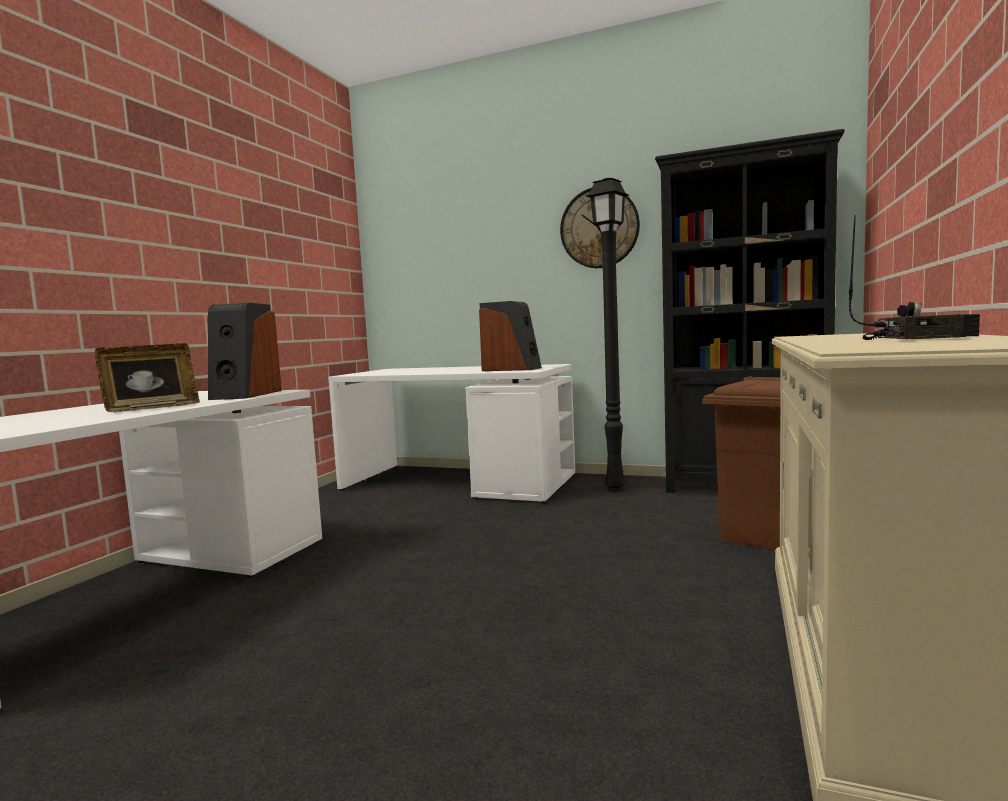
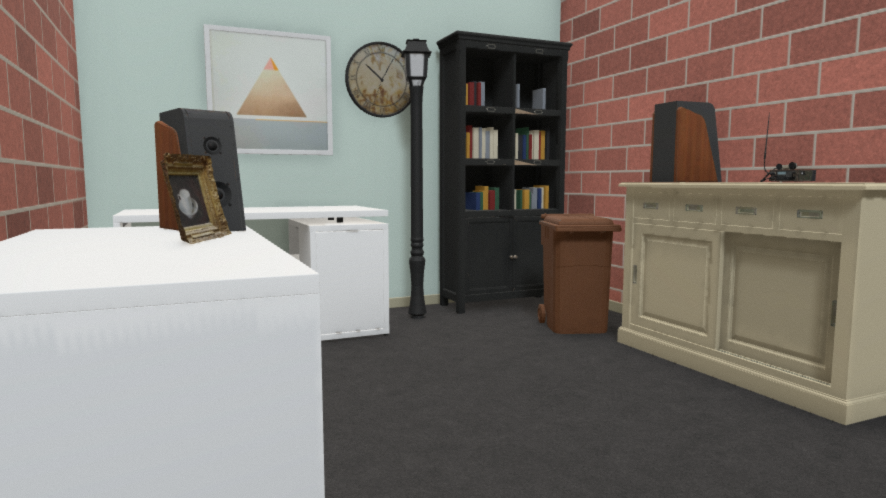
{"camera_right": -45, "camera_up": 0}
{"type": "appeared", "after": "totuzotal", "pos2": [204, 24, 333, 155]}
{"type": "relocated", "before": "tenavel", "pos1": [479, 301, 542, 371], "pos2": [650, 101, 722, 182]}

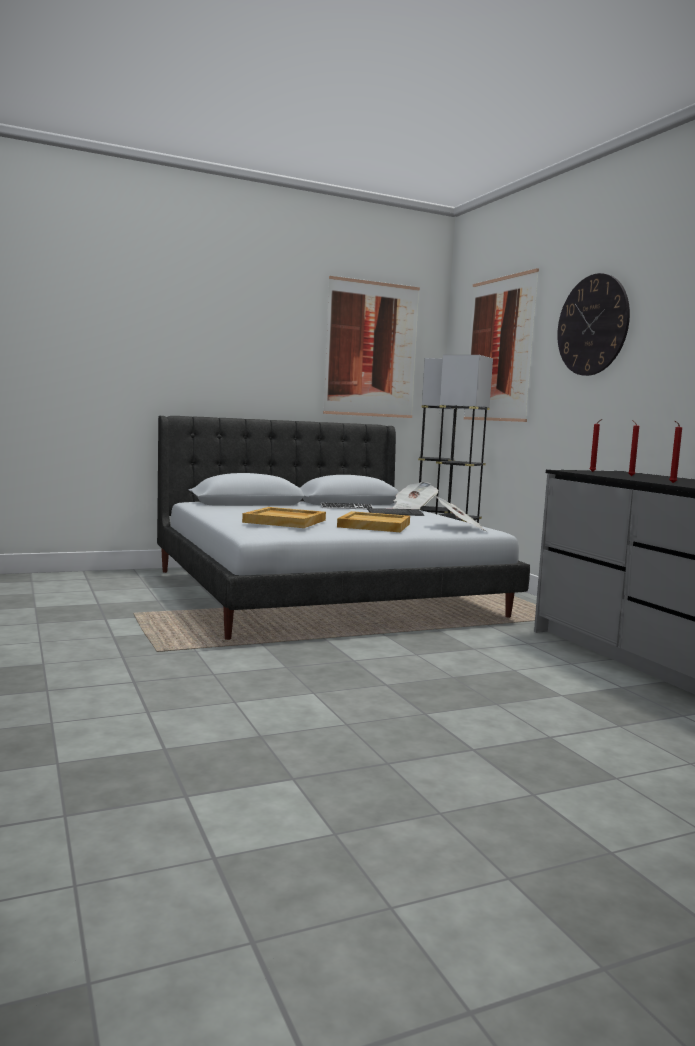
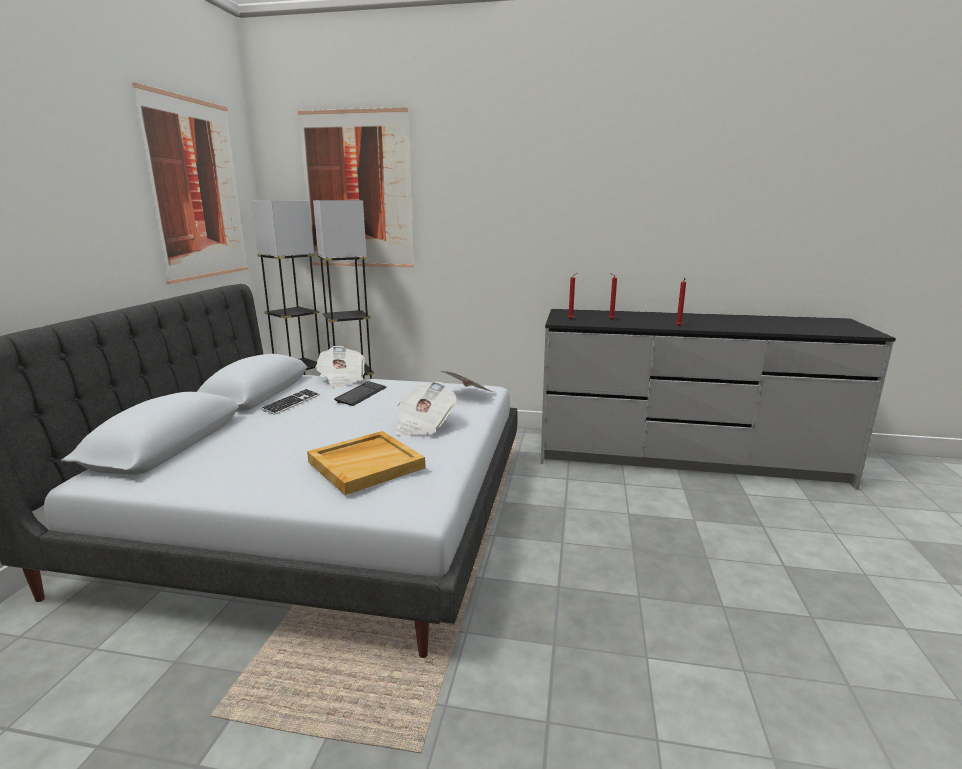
{"camera_right": -55, "camera_up": 10}
{"type": "exchanged", "before": "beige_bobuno", "after": "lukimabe", "pos1": [337, 511, 410, 532], "pos2": [395, 381, 457, 436]}
{"type": "missing", "before": "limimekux", "pos1": [557, 273, 630, 376]}

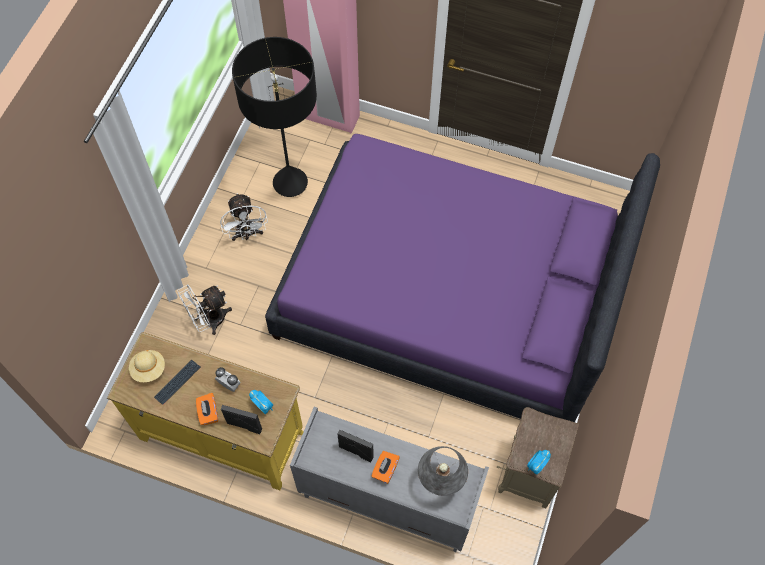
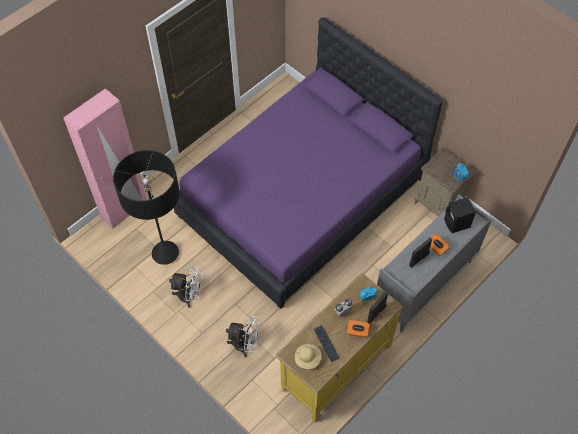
{"camera_right": -65, "camera_up": -5}
{"type": "spun", "before": "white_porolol", "pos1": [178, 284, 232, 335], "pos2": [226, 315, 260, 357], "turn": -75}
{"type": "exchanged", "before": "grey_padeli", "after": "black_tenavel", "pos1": [418, 446, 468, 496], "pos2": [444, 197, 476, 233]}

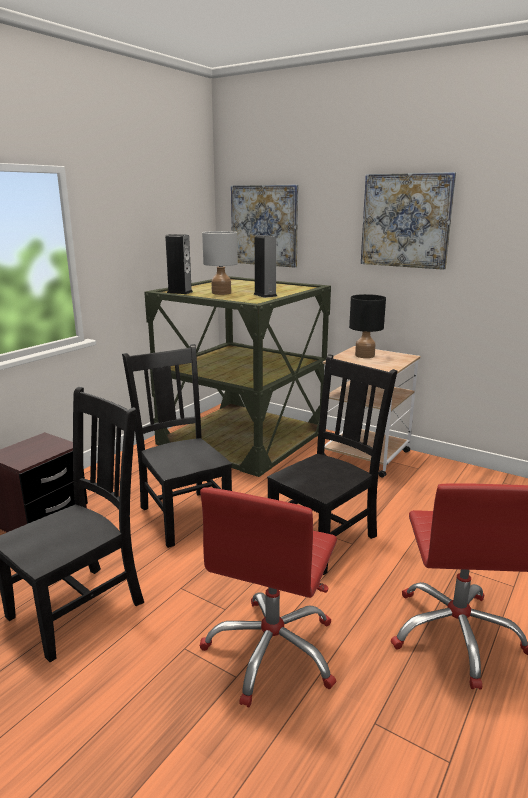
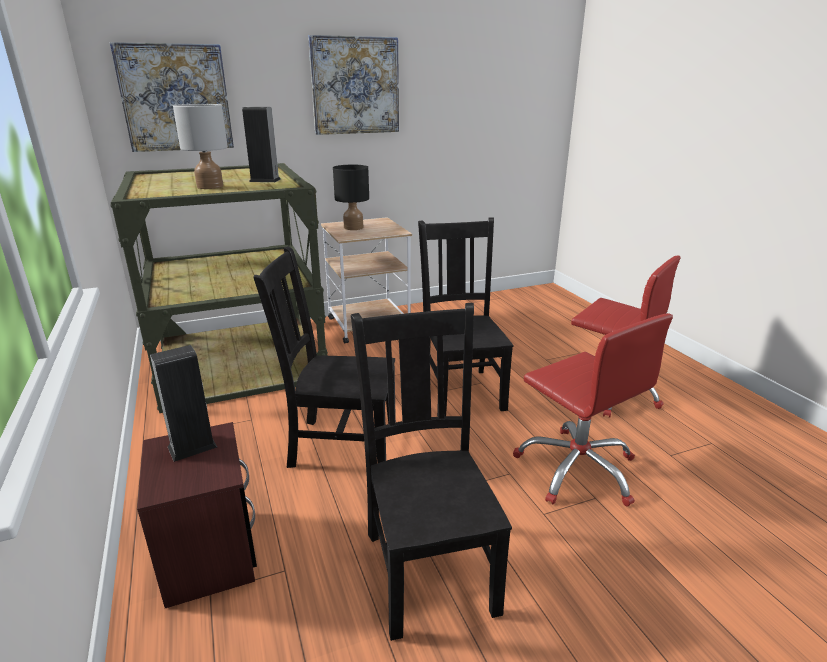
{"camera_right": -55, "camera_up": 5}
{"type": "relocated", "before": "tenavel", "pos1": [165, 234, 193, 294], "pos2": [150, 345, 217, 462]}

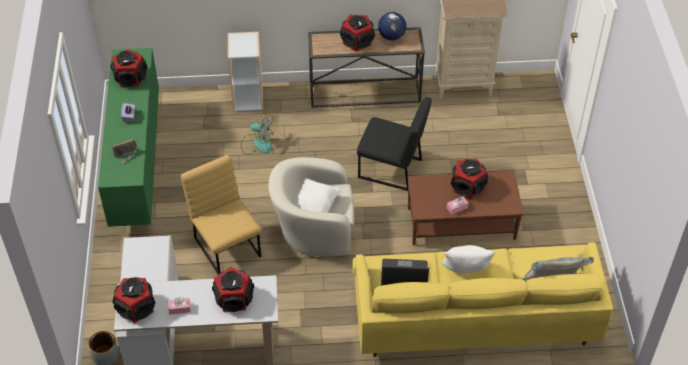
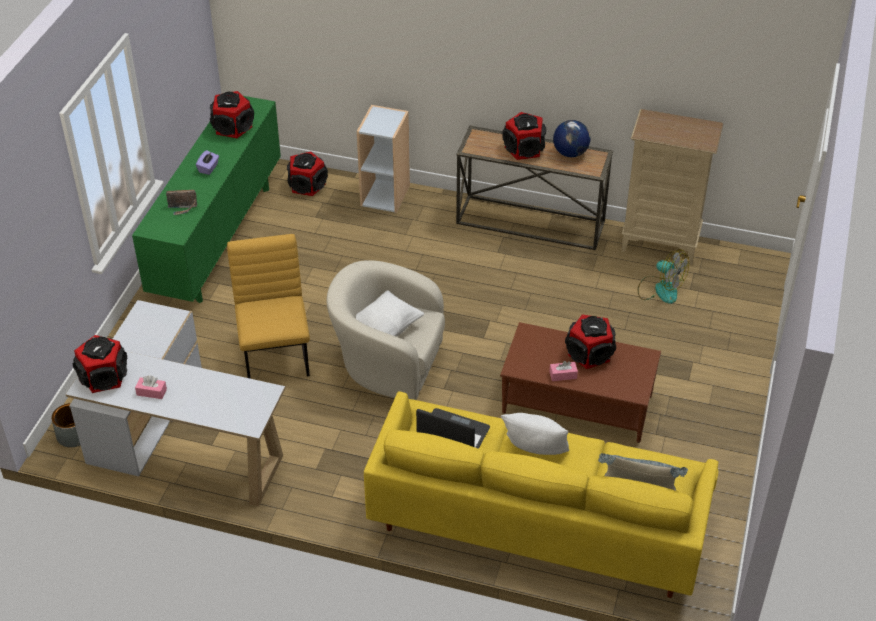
{"camera_right": 20, "camera_up": -5}
{"type": "relocated", "before": "tenavel", "pos1": [212, 267, 254, 312], "pos2": [287, 151, 328, 196]}
{"type": "relocated", "before": "porolol", "pos1": [241, 112, 274, 155], "pos2": [638, 250, 689, 304]}
{"type": "missing", "before": "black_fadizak", "pos1": [357, 97, 432, 191]}

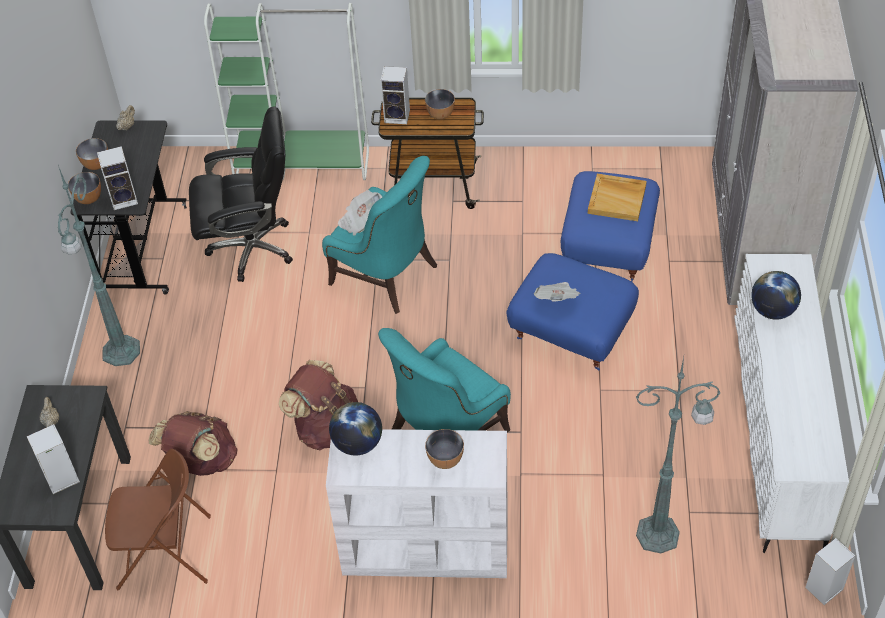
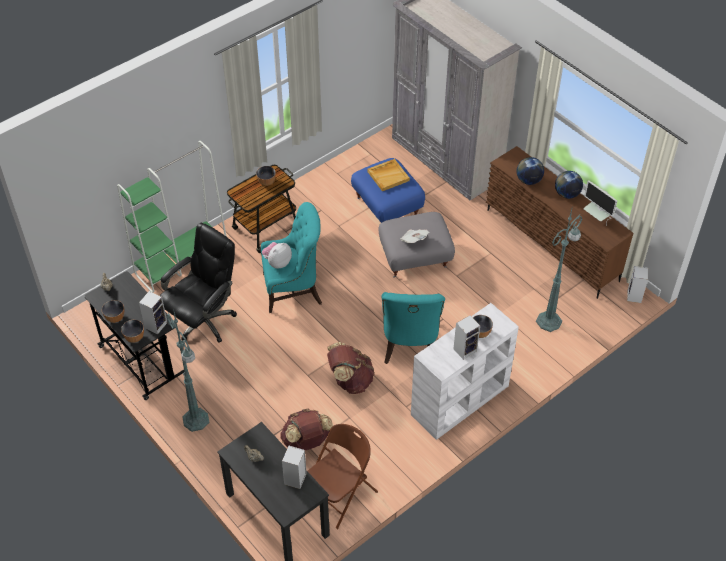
{"camera_right": -45, "camera_up": 0}
{"type": "exchanged", "before": "lukimabe", "after": "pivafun", "pos1": [338, 190, 382, 236], "pos2": [262, 242, 292, 269]}
{"type": "colour", "before": "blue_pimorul", "after": "grey_pimorul", "pos1": [507, 253, 639, 371], "pos2": [378, 212, 455, 278]}
{"type": "relocated", "before": "tenavel", "pos1": [380, 66, 410, 124], "pos2": [454, 315, 480, 360]}
{"type": "colour", "before": "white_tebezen", "after": "brown_tebezen", "pos1": [734, 254, 849, 553], "pos2": [486, 146, 634, 299]}
{"type": "relocated", "before": "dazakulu", "pos1": [329, 402, 382, 455], "pos2": [555, 171, 583, 199]}
{"type": "appeared", "after": "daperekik", "pos2": [583, 180, 617, 226]}

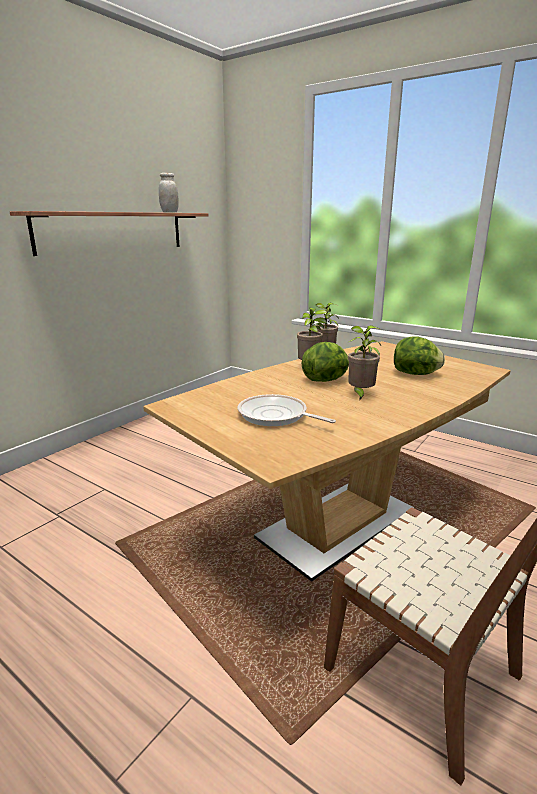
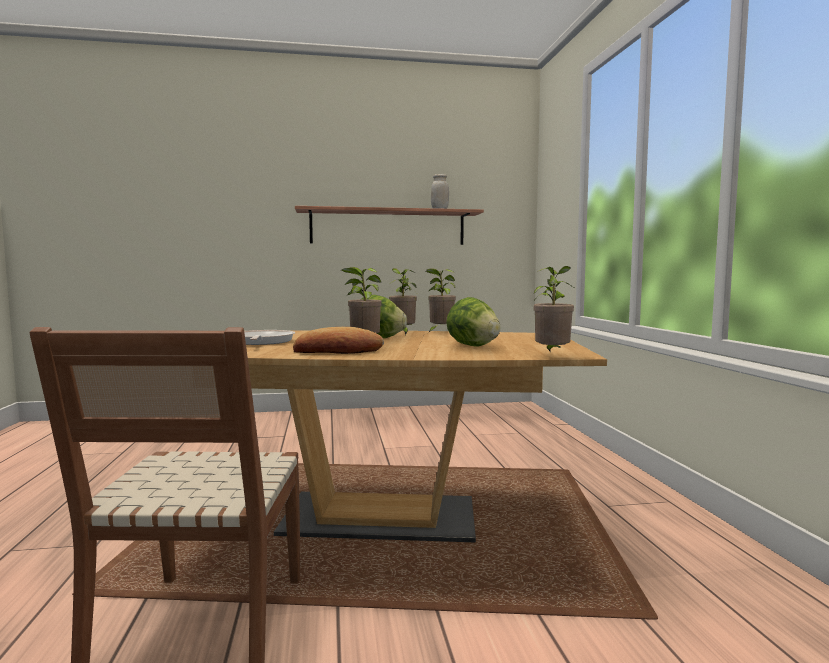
{"camera_right": 45, "camera_up": -15}
{"type": "appeared", "after": "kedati", "pos2": [293, 327, 384, 354]}
{"type": "appeared", "after": "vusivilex", "pos2": [534, 266, 574, 353]}

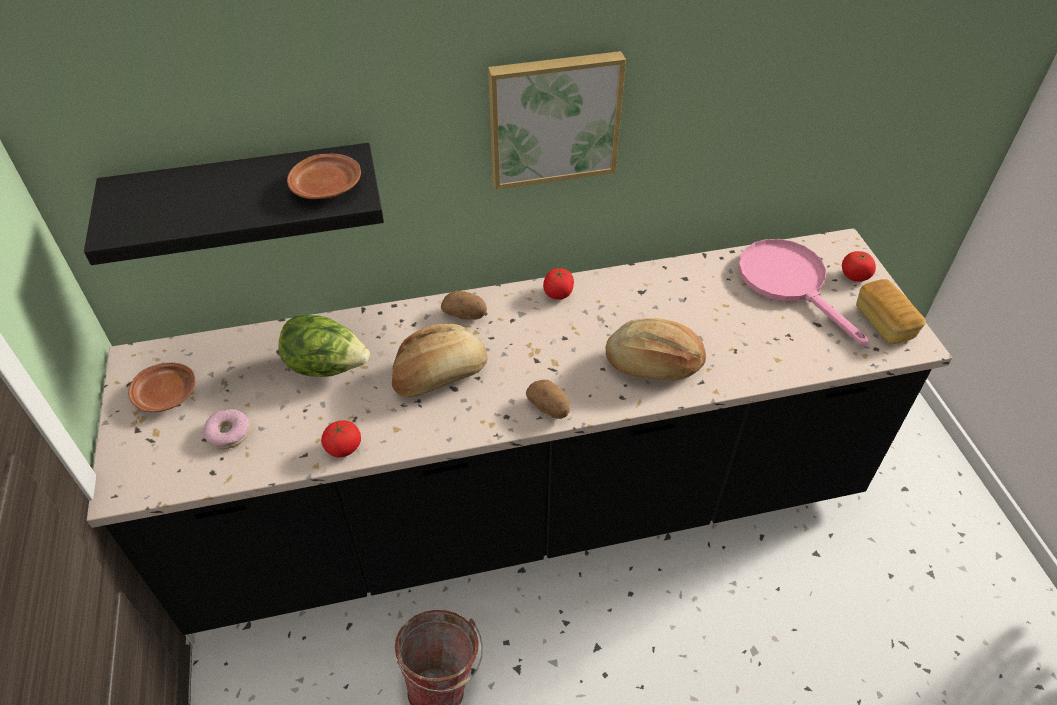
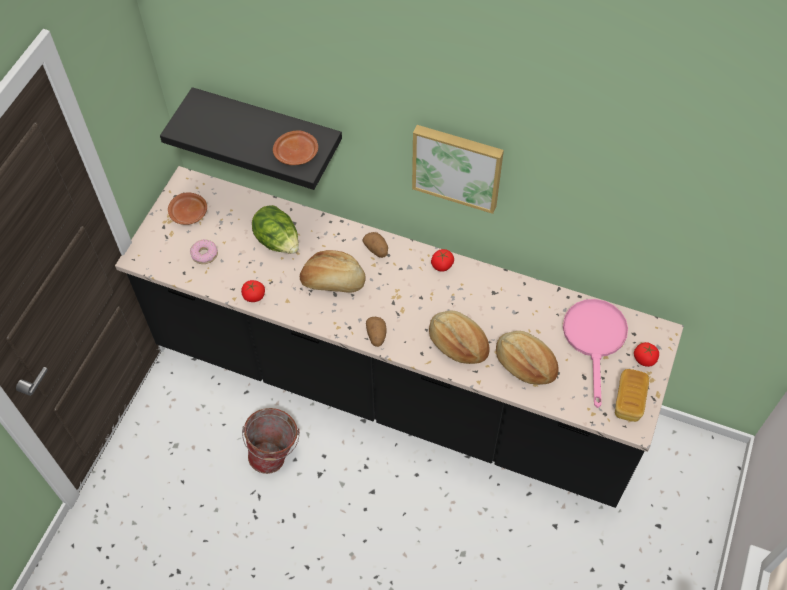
{"camera_right": 35, "camera_up": 10}
{"type": "appeared", "after": "kedati", "pos2": [496, 331, 559, 385]}

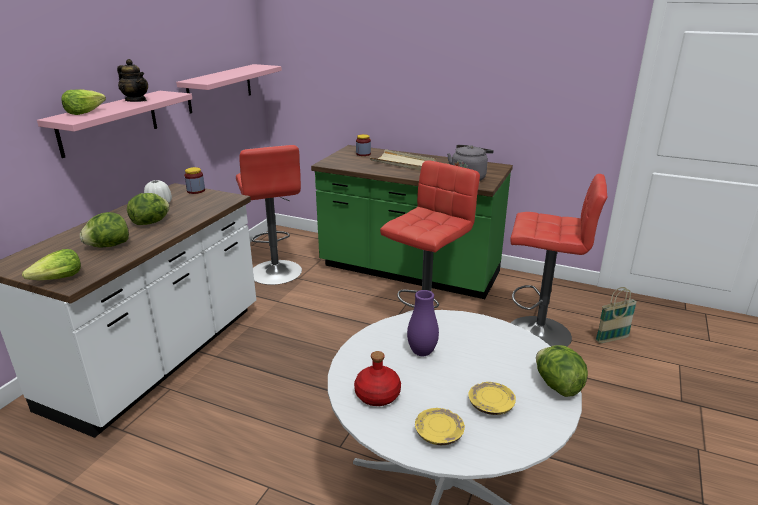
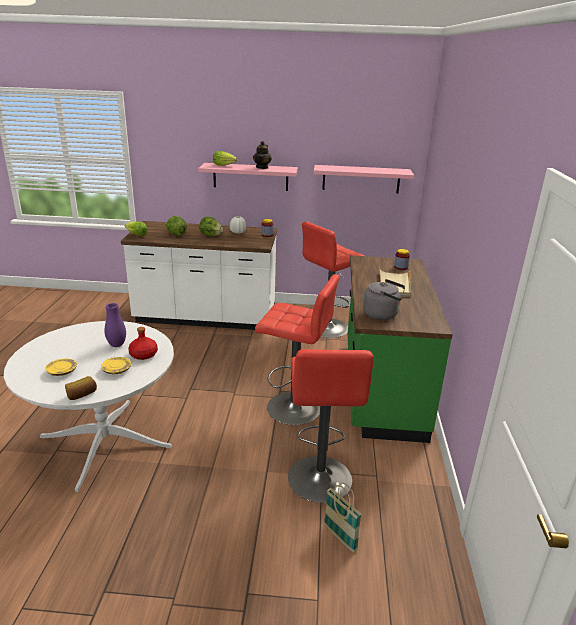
{"camera_right": 70, "camera_up": 0}
{"type": "exchanged", "before": "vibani", "after": "kedati", "pos1": [536, 345, 588, 397], "pos2": [65, 376, 97, 400]}
{"type": "relocated", "before": "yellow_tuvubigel", "pos1": [415, 408, 465, 445], "pos2": [101, 357, 131, 374]}
{"type": "relocated", "before": "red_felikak", "pos1": [354, 351, 401, 406], "pos2": [128, 327, 158, 360]}

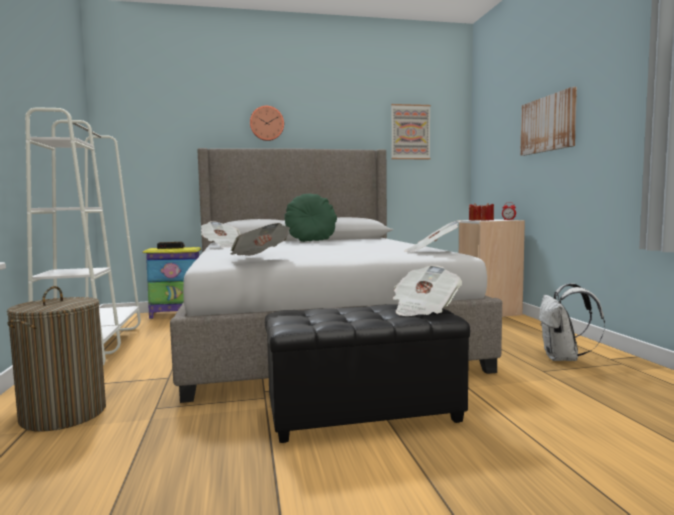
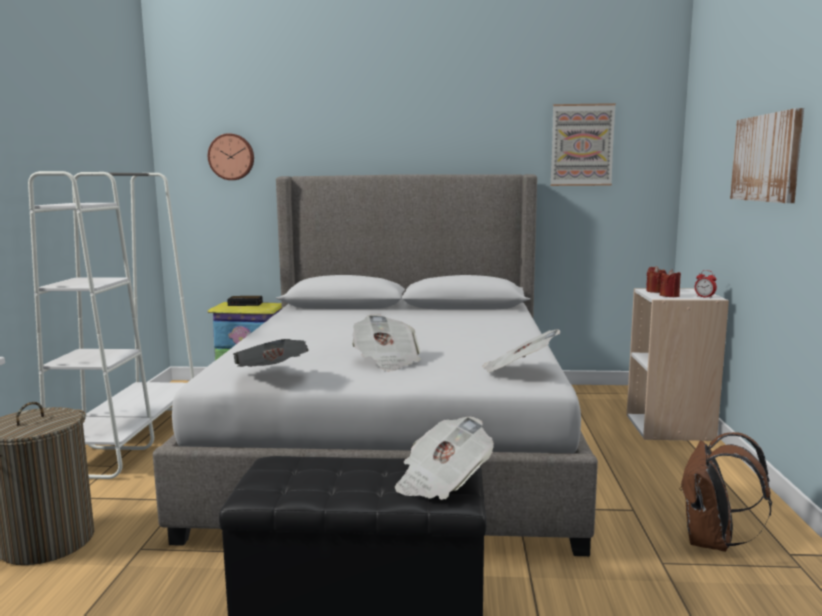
{"camera_right": 15, "camera_up": 5}
{"type": "relocated", "before": "limimekux", "pos1": [250, 106, 284, 141], "pos2": [208, 133, 254, 180]}
{"type": "relocated", "before": "lukimabe", "pos1": [201, 221, 241, 248], "pos2": [352, 314, 421, 372]}
{"type": "colour", "before": "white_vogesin", "after": "brown_vogesin", "pos1": [539, 283, 605, 361], "pos2": [679, 432, 772, 552]}
{"type": "missing", "before": "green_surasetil", "pos1": [284, 194, 337, 242]}

